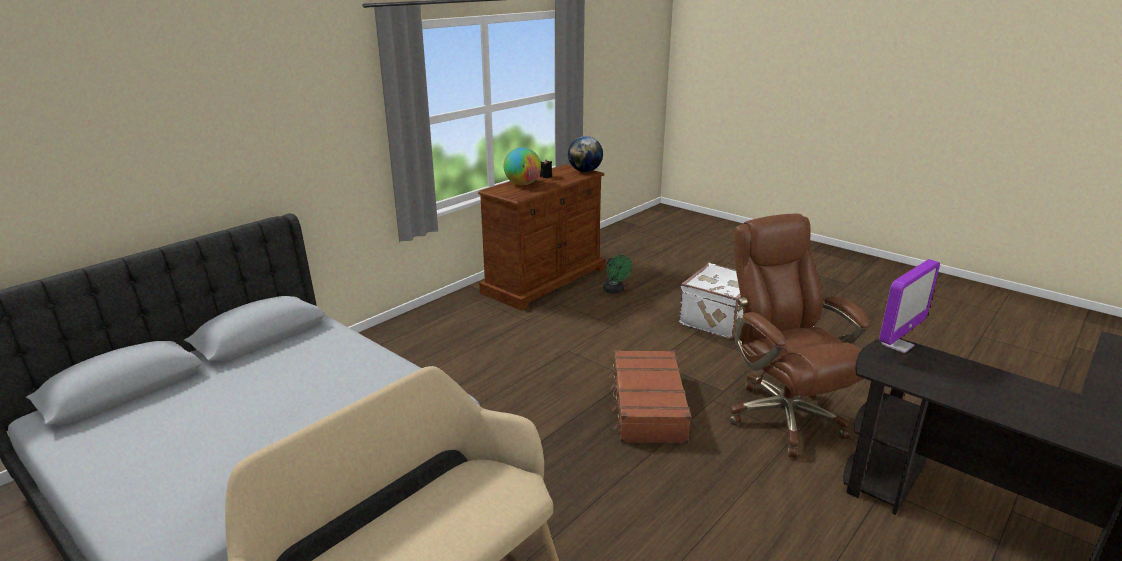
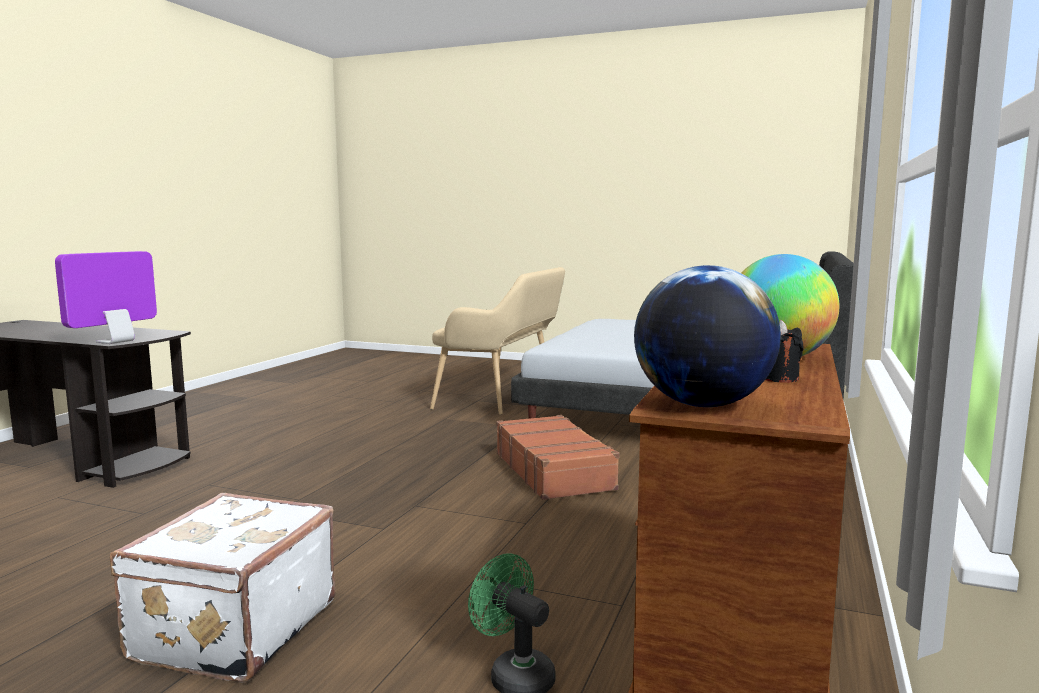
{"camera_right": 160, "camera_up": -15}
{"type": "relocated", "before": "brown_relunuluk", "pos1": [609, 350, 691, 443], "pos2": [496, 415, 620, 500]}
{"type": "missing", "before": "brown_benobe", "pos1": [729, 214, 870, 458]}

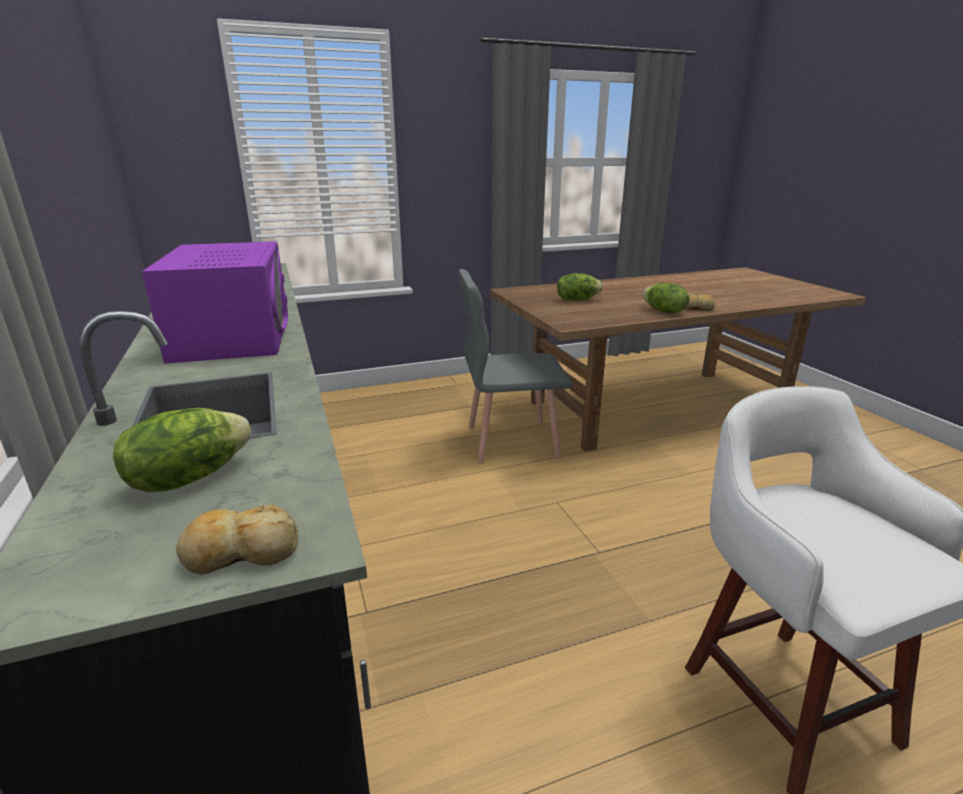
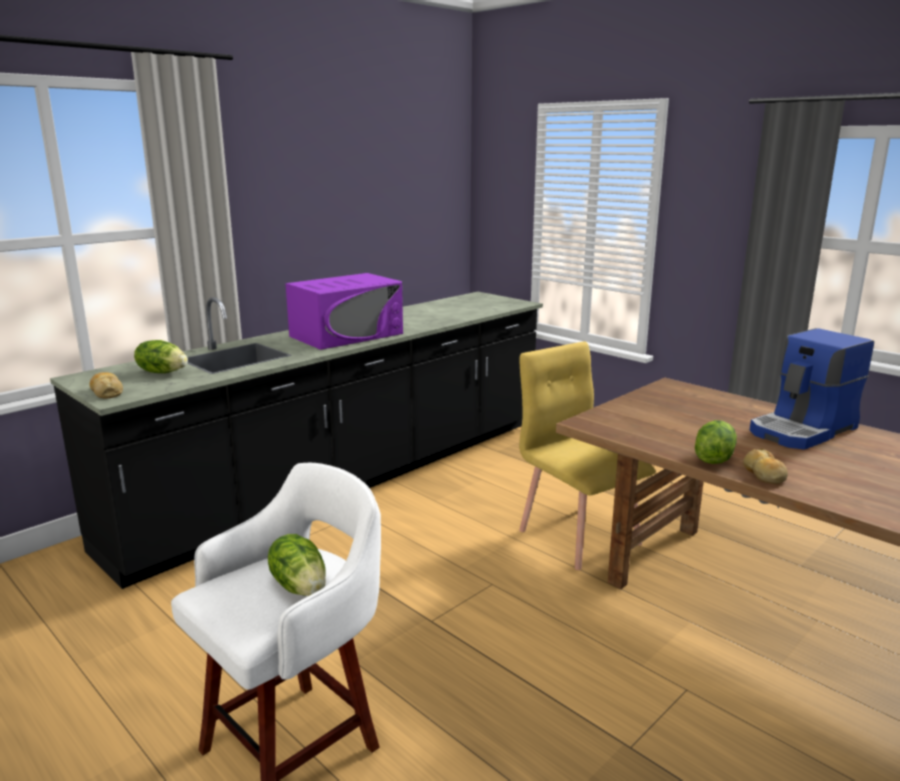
{"camera_right": 65, "camera_up": -5}
{"type": "relocated", "before": "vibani", "pos1": [557, 273, 603, 301], "pos2": [268, 534, 326, 596]}
{"type": "colour", "before": "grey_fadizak", "after": "yellow_fadizak", "pos1": [459, 269, 573, 464], "pos2": [519, 341, 655, 570]}
{"type": "appeared", "after": "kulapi", "pos2": [750, 328, 874, 450]}

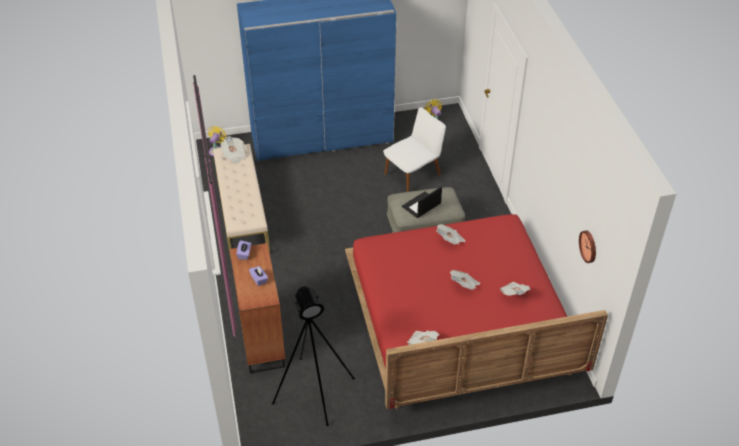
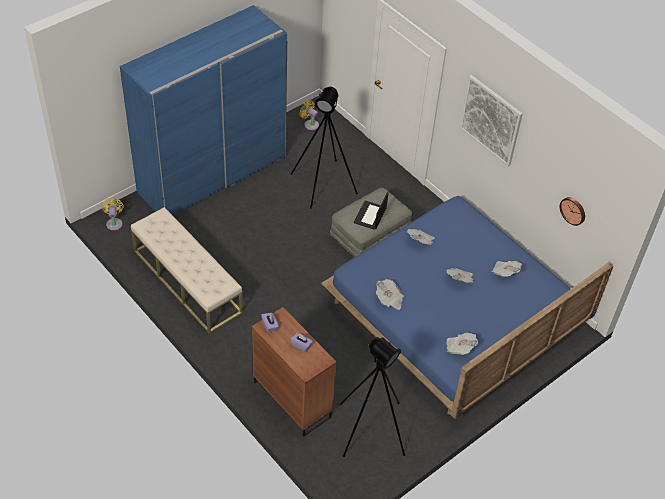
{"camera_right": -30, "camera_up": 5}
{"type": "exchanged", "before": "white_fadizak", "after": "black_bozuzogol", "pos1": [383, 107, 446, 192], "pos2": [290, 87, 358, 209]}
{"type": "colour", "before": "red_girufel", "after": "blue_girufel", "pos1": [345, 214, 608, 409], "pos2": [322, 196, 613, 419]}
{"type": "relocated", "before": "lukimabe", "pos1": [220, 136, 247, 164], "pos2": [376, 279, 404, 310]}
{"type": "appeared", "after": "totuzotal", "pos2": [460, 75, 523, 166]}

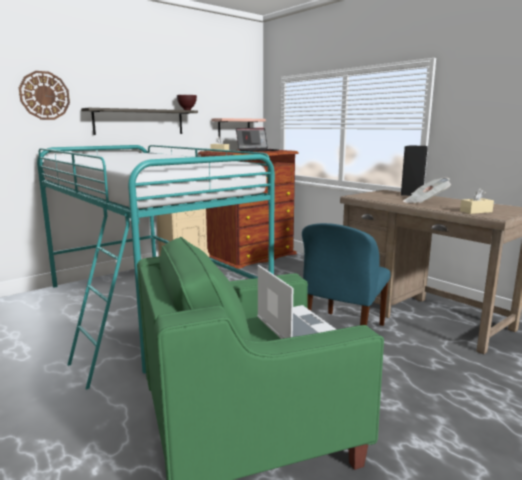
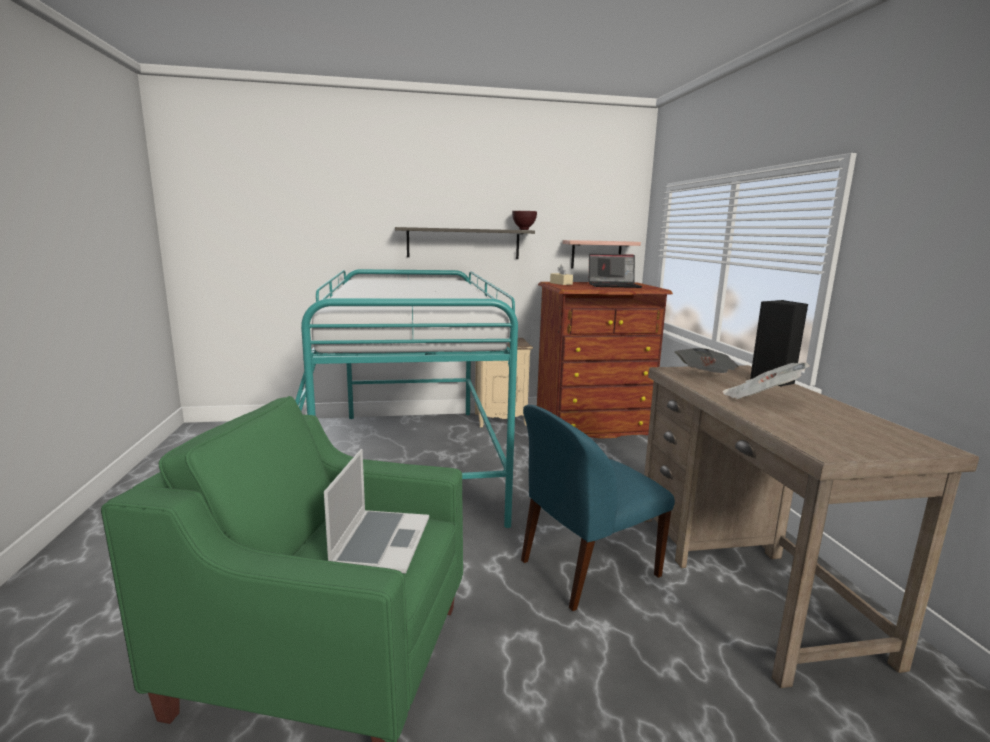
{"camera_right": 30, "camera_up": 0}
{"type": "appeared", "after": "lukimabe", "pos2": [674, 348, 738, 373]}
{"type": "missing", "before": "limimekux", "pos1": [19, 71, 70, 120]}
{"type": "missing", "before": "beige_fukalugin", "pos1": [460, 189, 494, 214]}

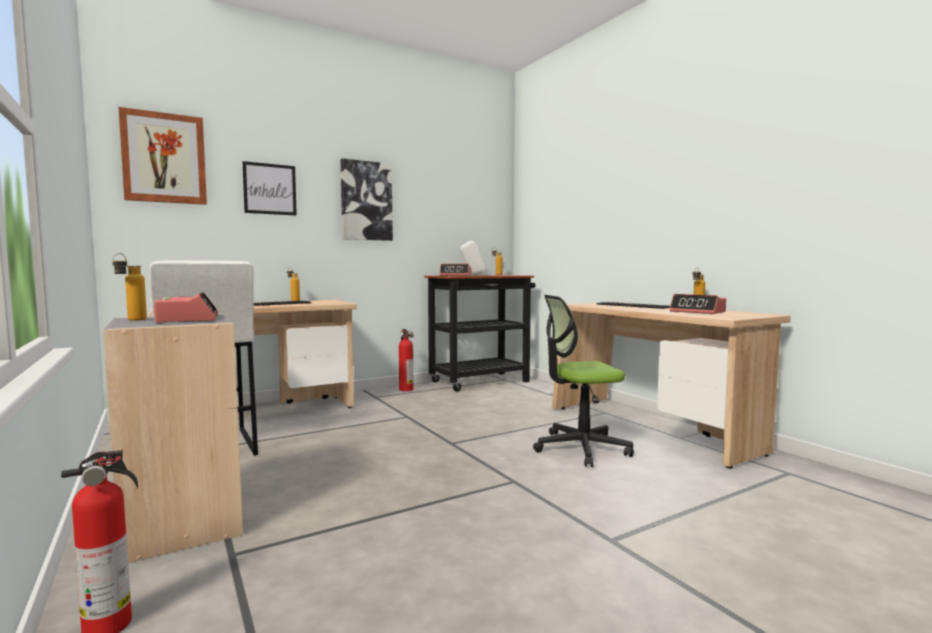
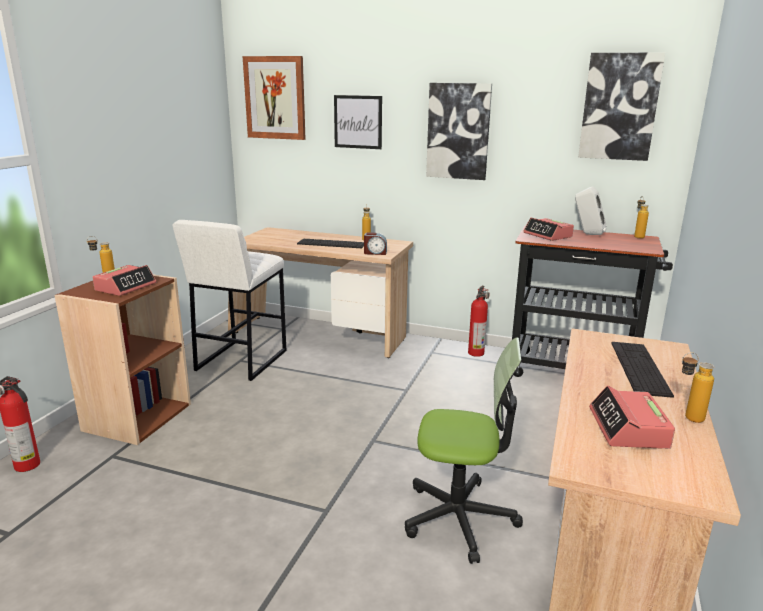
{"camera_right": 50, "camera_up": 15}
{"type": "colour", "before": "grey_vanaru", "after": "brown_vanaru", "pos1": [103, 313, 243, 563], "pos2": [54, 275, 191, 445]}
{"type": "appeared", "after": "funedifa", "pos2": [364, 232, 387, 255]}
{"type": "spun", "before": "benobe", "pos1": [533, 295, 634, 467], "pos2": [405, 337, 523, 564], "turn": 150}
{"type": "appeared", "after": "totuzotal", "pos2": [578, 53, 665, 161]}

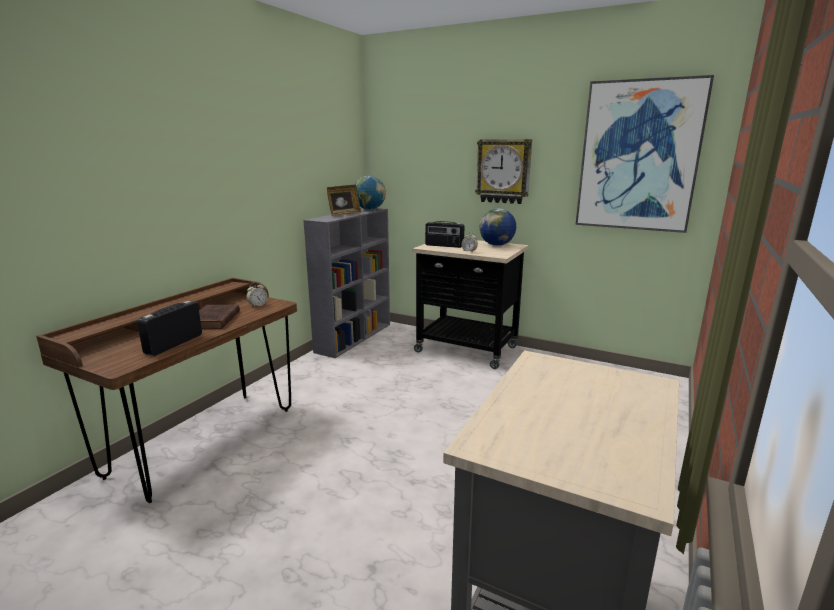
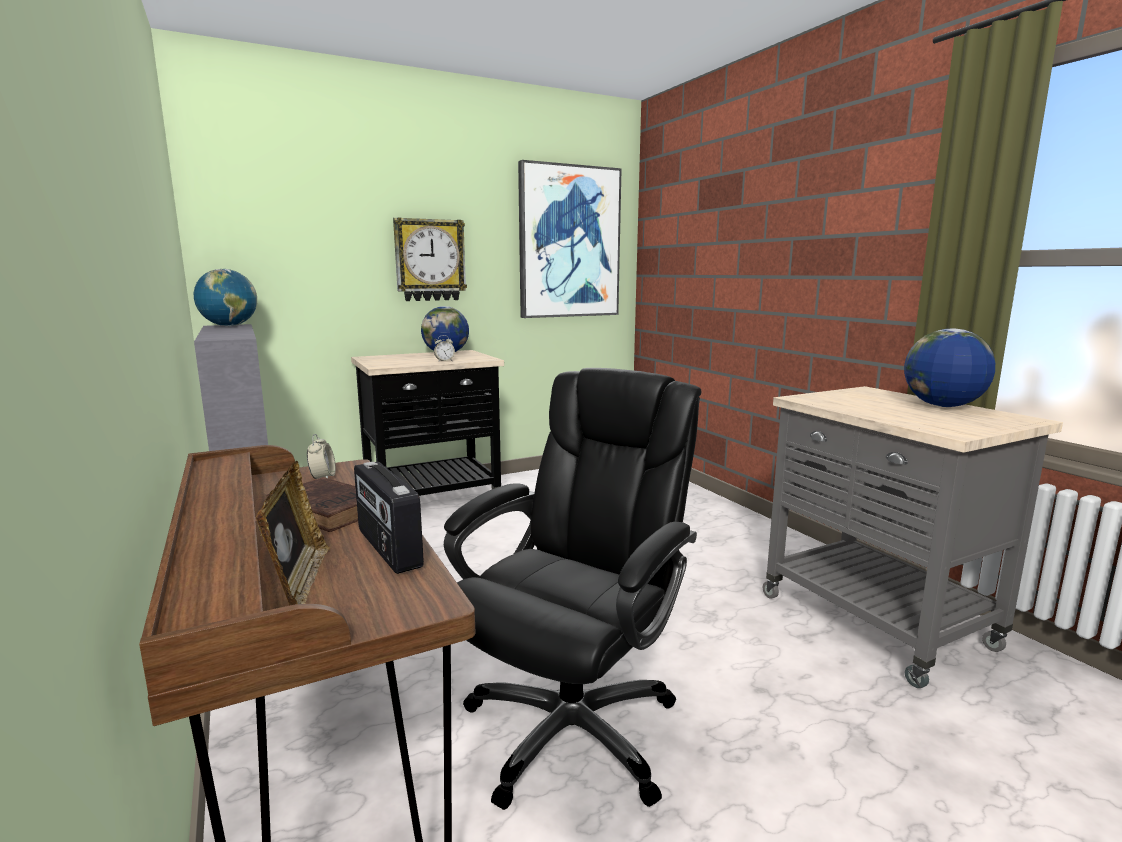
{"camera_right": -55, "camera_up": -5}
{"type": "relocated", "before": "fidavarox", "pos1": [327, 185, 361, 216], "pos2": [256, 461, 330, 606]}
{"type": "appeared", "after": "black_benobe", "pos2": [444, 368, 701, 810]}
{"type": "appeared", "after": "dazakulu", "pos2": [904, 328, 995, 407]}
{"type": "missing", "before": "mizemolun", "pos1": [425, 221, 464, 248]}

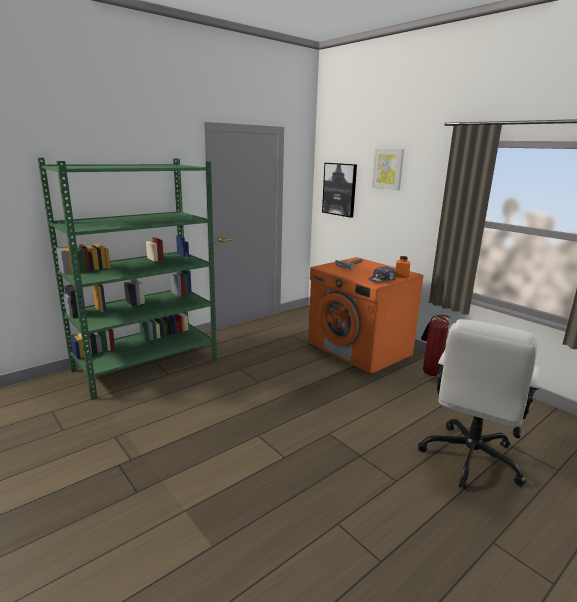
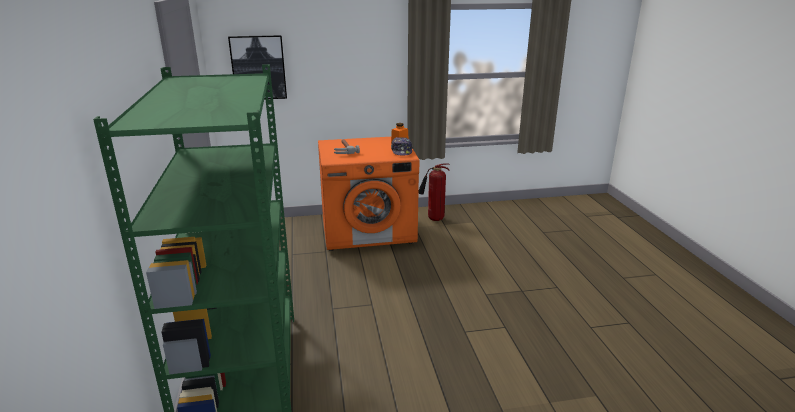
{"camera_right": -60, "camera_up": 5}
{"type": "missing", "before": "totuzotal", "pos1": [372, 148, 404, 190]}
{"type": "missing", "before": "white_benobe", "pos1": [418, 319, 540, 489]}

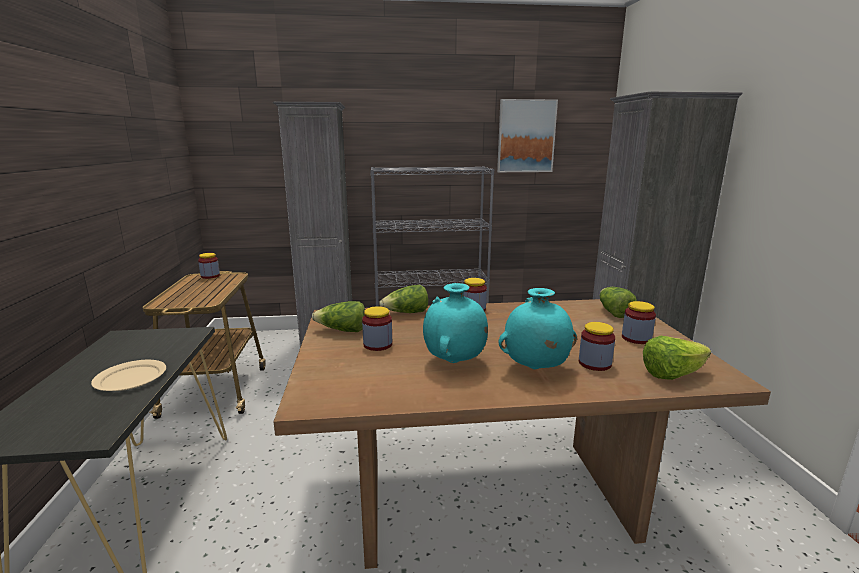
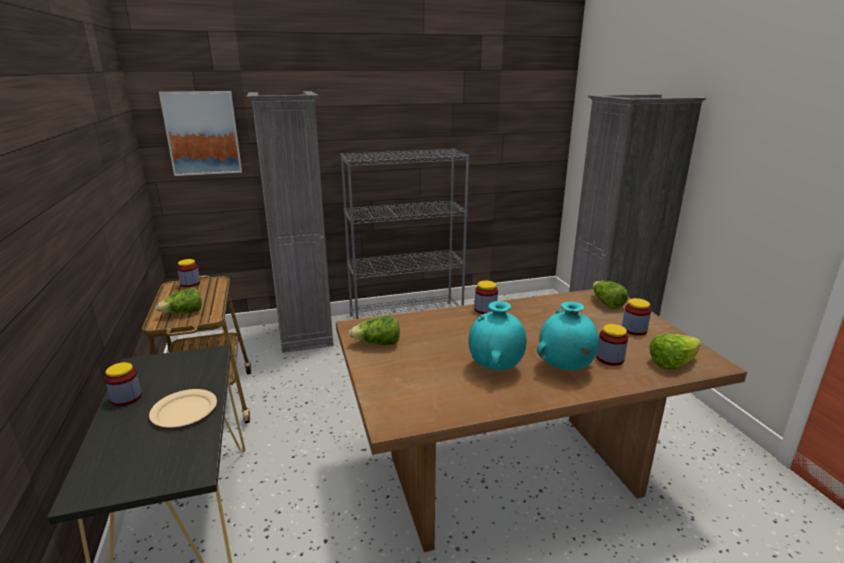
{"camera_right": -10, "camera_up": 5}
{"type": "relocated", "before": "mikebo", "pos1": [362, 306, 392, 351], "pos2": [105, 362, 142, 406]}
{"type": "relocated", "before": "vibani", "pos1": [379, 285, 428, 313], "pos2": [156, 288, 202, 313]}
{"type": "relocated", "before": "totuzotal", "pos1": [497, 99, 558, 172], "pos2": [159, 91, 242, 176]}

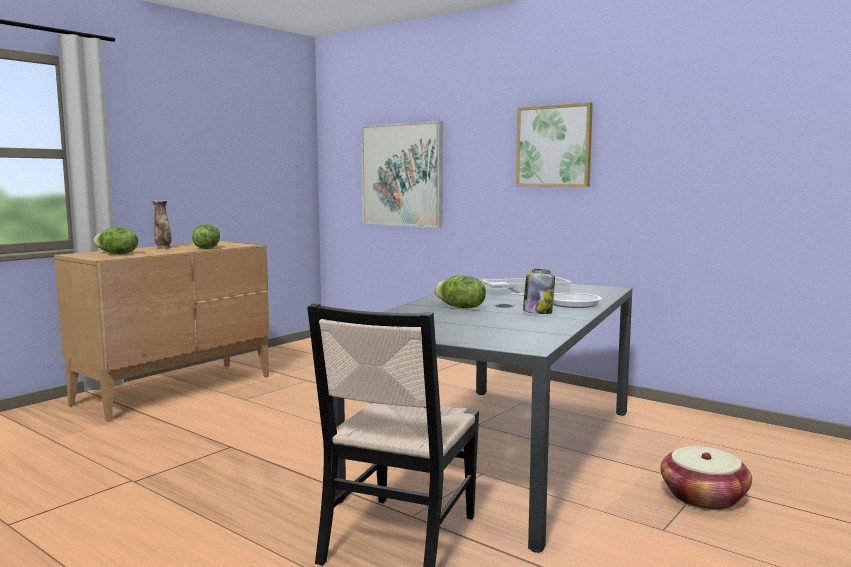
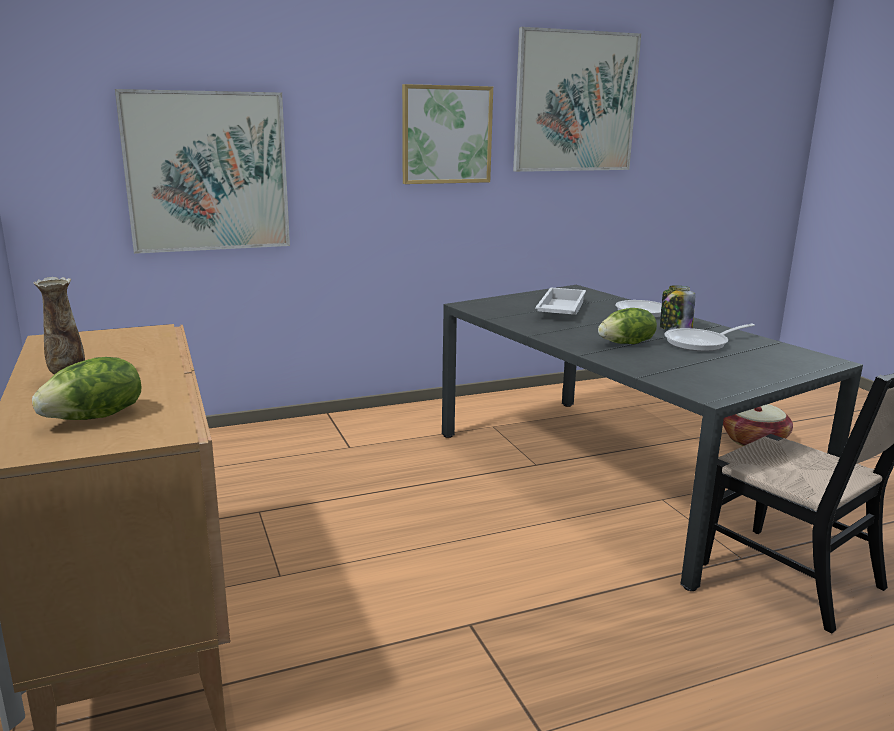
{"camera_right": -60, "camera_up": 10}
{"type": "appeared", "after": "totuzotal", "pos2": [513, 27, 641, 172]}
{"type": "appeared", "after": "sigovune", "pos2": [664, 324, 755, 352]}
{"type": "missing", "before": "vibani", "pos1": [192, 224, 220, 249]}

